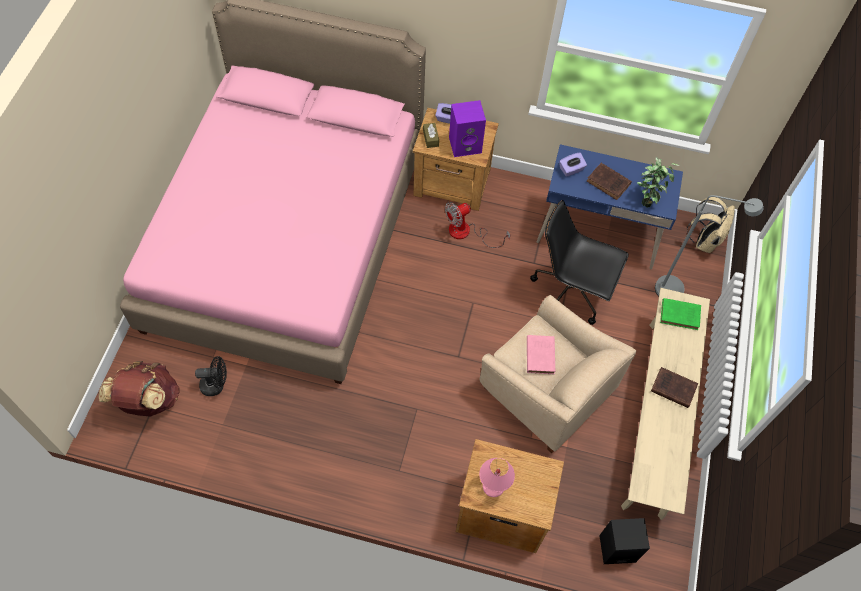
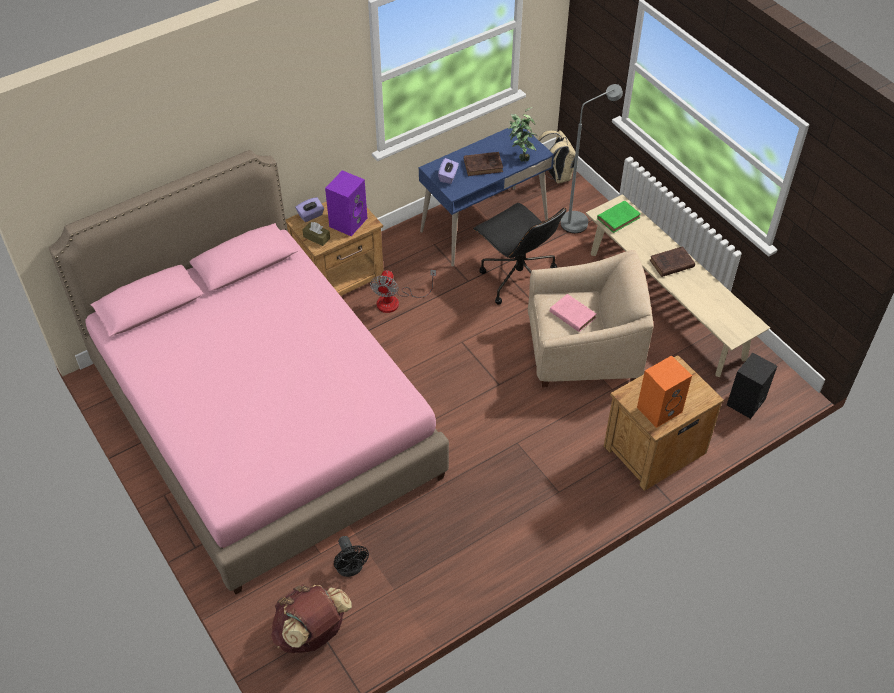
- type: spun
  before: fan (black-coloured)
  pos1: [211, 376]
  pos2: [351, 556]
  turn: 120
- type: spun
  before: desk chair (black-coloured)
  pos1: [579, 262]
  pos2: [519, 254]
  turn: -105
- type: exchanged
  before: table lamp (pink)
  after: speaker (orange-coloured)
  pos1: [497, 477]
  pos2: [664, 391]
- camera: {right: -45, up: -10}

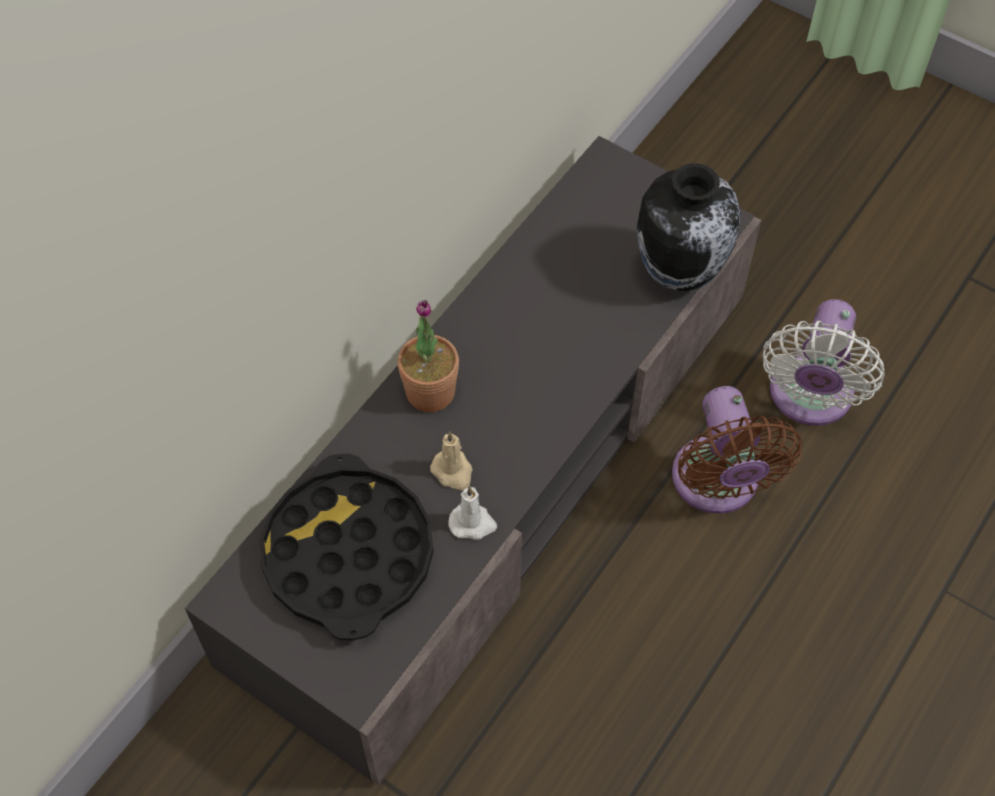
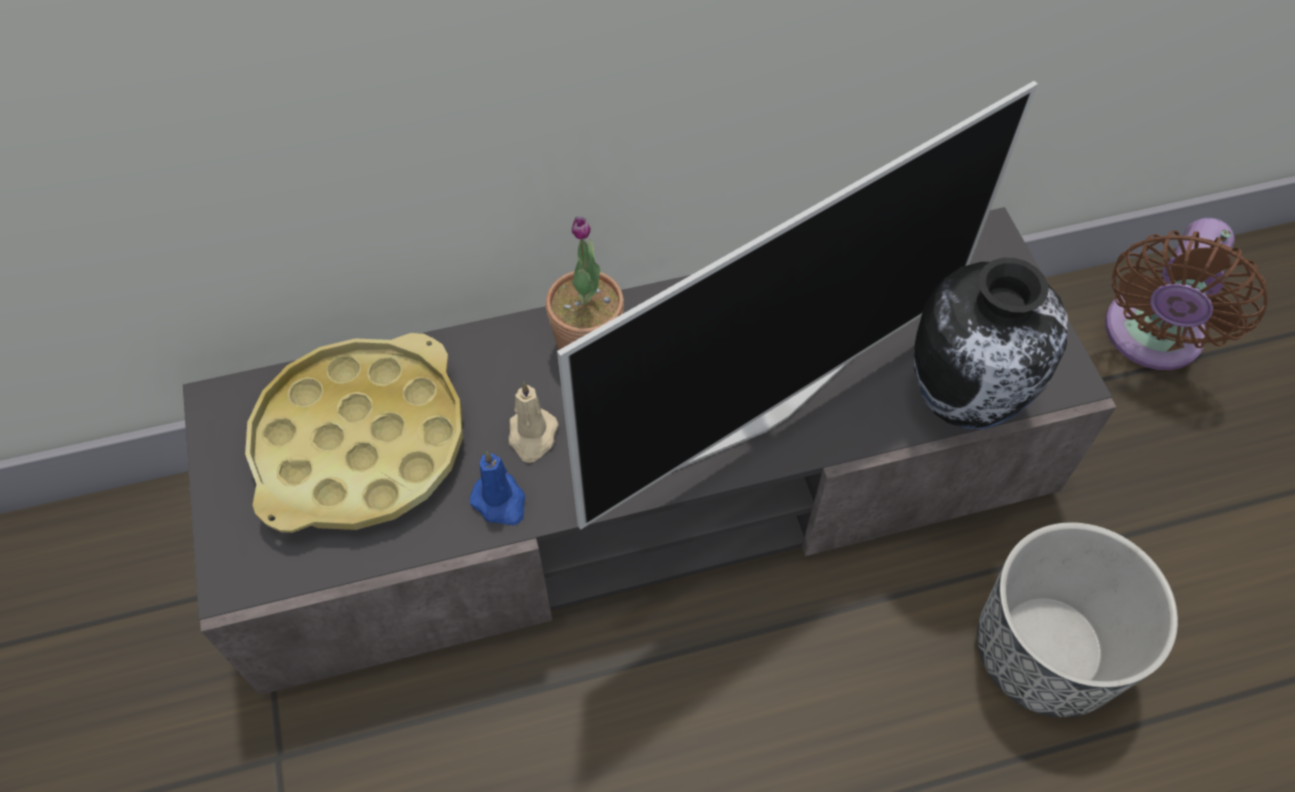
- type: colour
  before: tray (black-coloured)
  after: tray (yellowish)
  pos1: [347, 546]
  pos2: [354, 433]
- type: colour
  before: candle (whitish)
  after: candle (bluish)
  pos1: [472, 513]
  pos2: [498, 488]
- type: appeared
  after: TV set
  pos2: [797, 305]
- type: exchanged
  before: fan (whitish)
  after: plant pot
  pos1: [823, 362]
  pos2: [1077, 619]
- type: relocated
  before: fan (brown)
  pos1: [737, 450]
  pos2: [1186, 294]
- camera: {right: 40, up: 0}

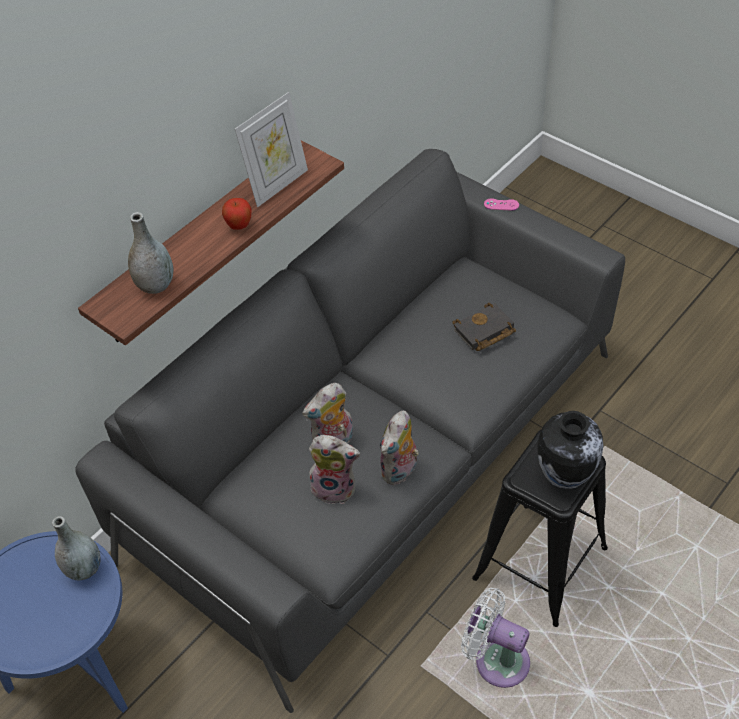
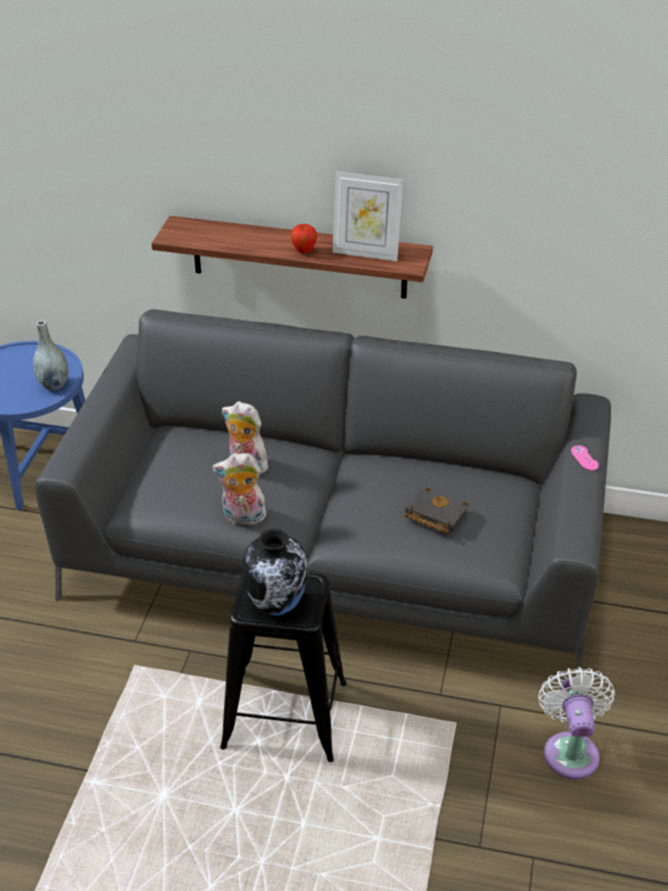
- type: relocated
  before: fan (whitish)
  pos1: [495, 638]
  pos2: [576, 723]
- type: missing
  before: vase (gray)
  pos1: [150, 253]
- type: missing
  before: soft toy
  pos1: [333, 469]
- camera: {right: 60, up: -10}

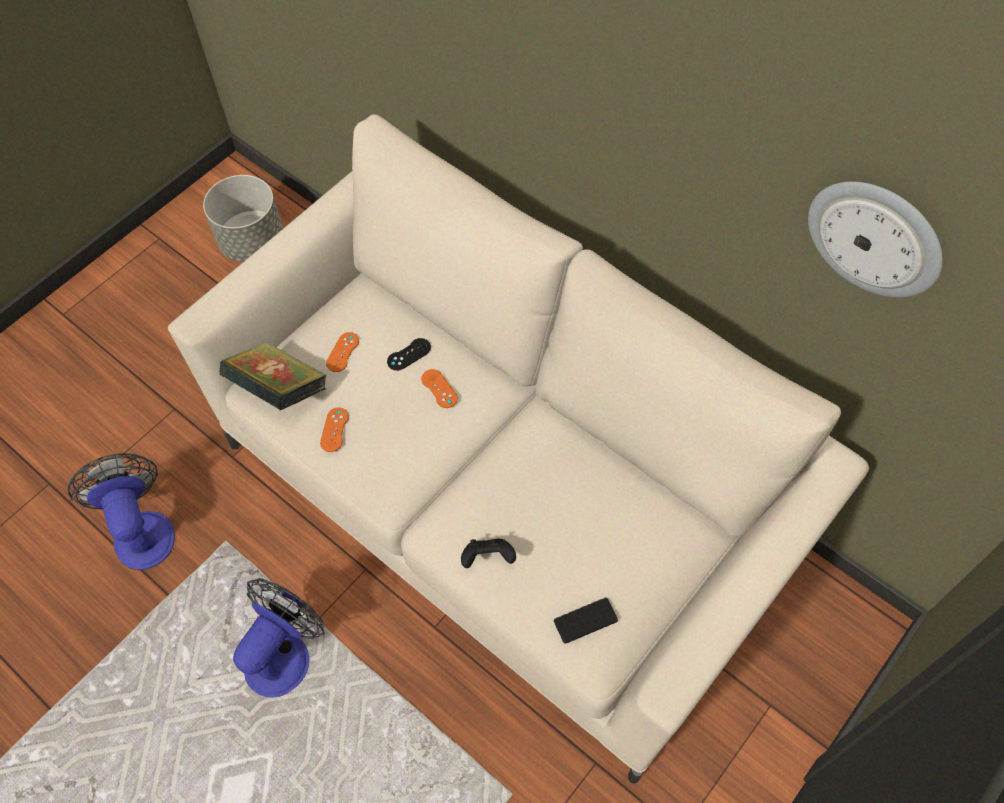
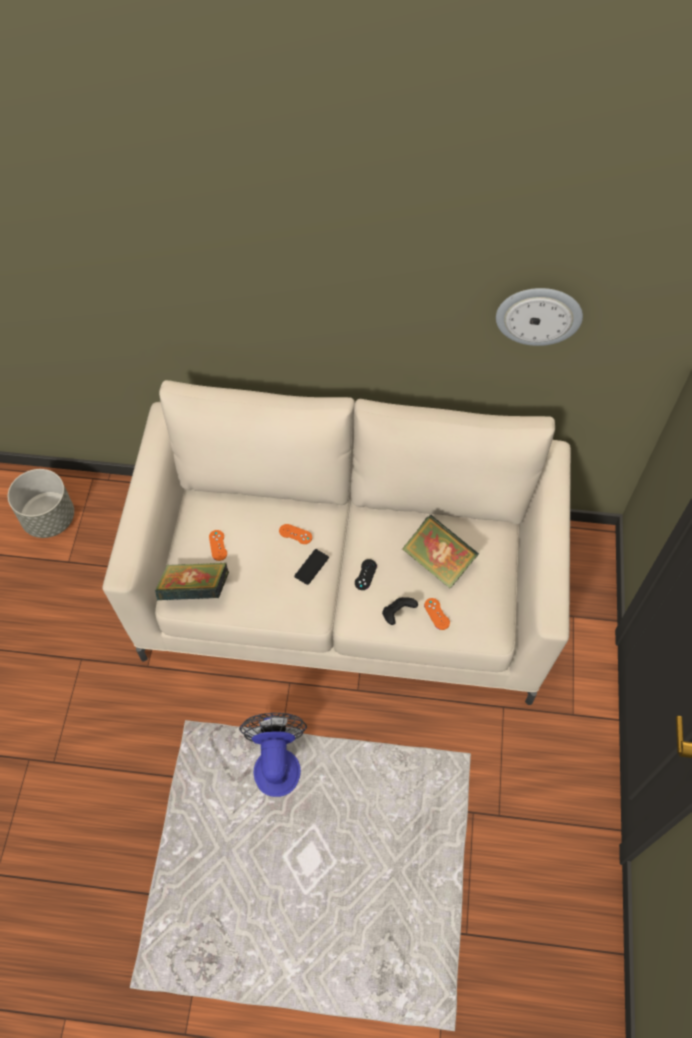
- type: relocated
  before: handset
  pos1: [586, 621]
  pos2: [311, 567]
- type: relocated
  before: gamepad (black-coloured)
  pos1: [409, 354]
  pos2: [366, 574]
- type: appeared
  after: book
  pos2: [440, 551]
- type: relocated
  before: gamepad (orange-coloured)
  pos1: [334, 430]
  pos2: [437, 614]
- type: missing
  before: fan
  pos1: [121, 511]
- camera: {right: -35, up: 0}

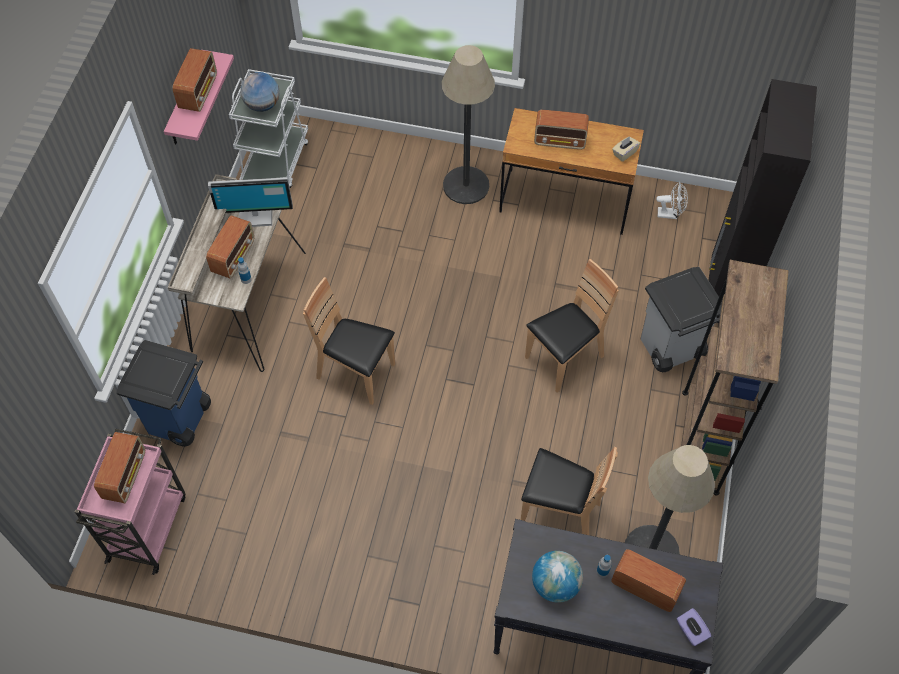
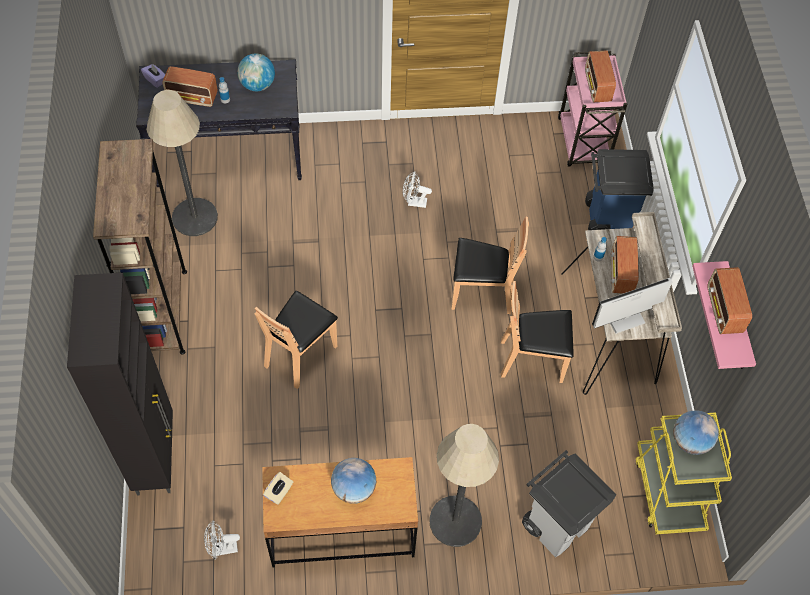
- type: exchanged
  before: radio
  after: desk globe
  pos1: [561, 130]
  pos2: [353, 481]
- type: appeared
  after: fan (whitish)
  pos2: [417, 189]
- type: relocated
  before: chair (brown)
  pos1: [569, 491]
  pos2: [537, 332]
- type: relocated
  before: trash can (gray)
  pos1: [681, 319]
  pos2: [569, 503]
- type: colour
  before: wheeled cart (whitish)
  after: wheeled cart (yellowish)
  pos1: [269, 128]
  pos2: [684, 473]
- camera: {right: 160, up: 0}

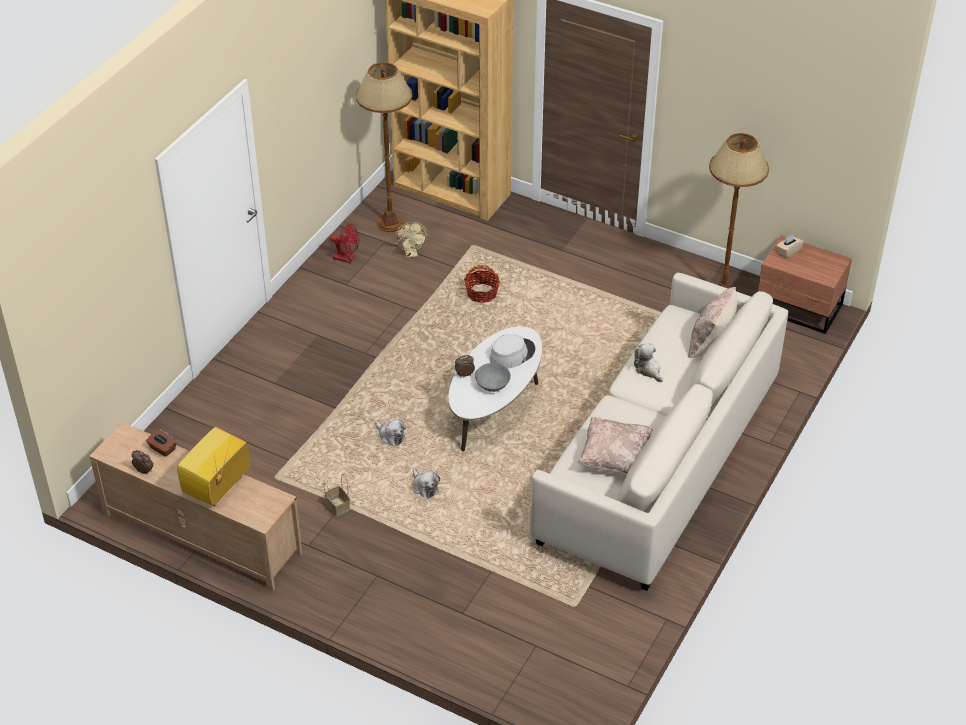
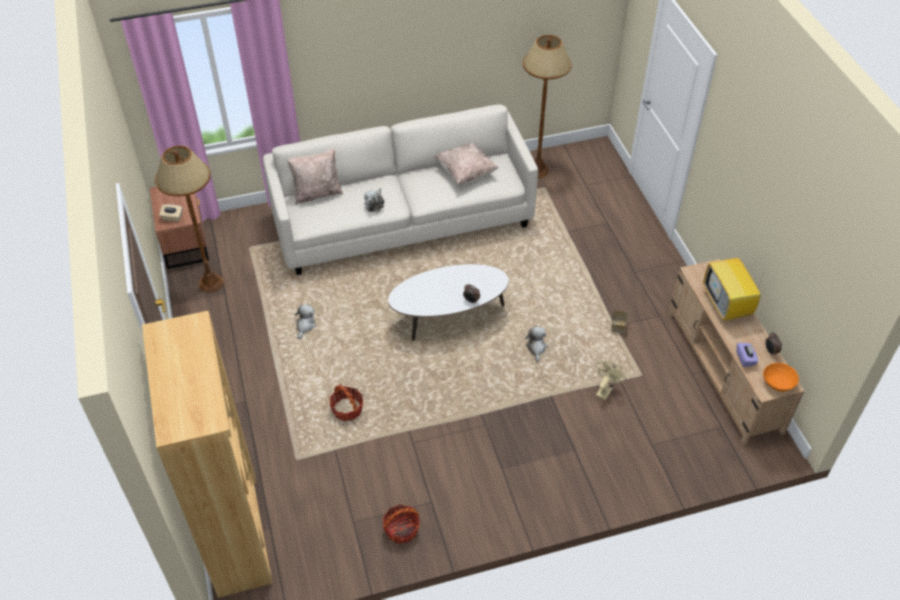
- type: relocated
  before: soft toy
  pos1: [426, 483]
  pos2: [305, 322]
- type: exchanged
  before: fan (red-coloured)
  after: household basket
  pos1: [344, 243]
  pos2: [401, 524]
- type: relocated
  before: floor lamp (brown)
  pos1: [384, 147]
  pos2: [547, 106]
- type: relocated
  before: fan (beige-coloured)
  pos1: [411, 240]
  pos2: [611, 381]
- type: spun
  before: TV set
  pos1: [214, 466]
  pos2: [733, 289]
  turn: 90
- type: colour
  before: tissue box (brown)
  after: tissue box (purplish)
  pos1: [161, 443]
  pos2: [748, 355]
- type: appeared
  after: bowl (orange-coloured)
  pos2: [781, 377]
- type: missing
  before: bowl (gray)
  pos1: [493, 377]
- type: missing
  before: clothing hat (gray)
  pos1: [512, 351]
- camera: {right: -135, up: 5}

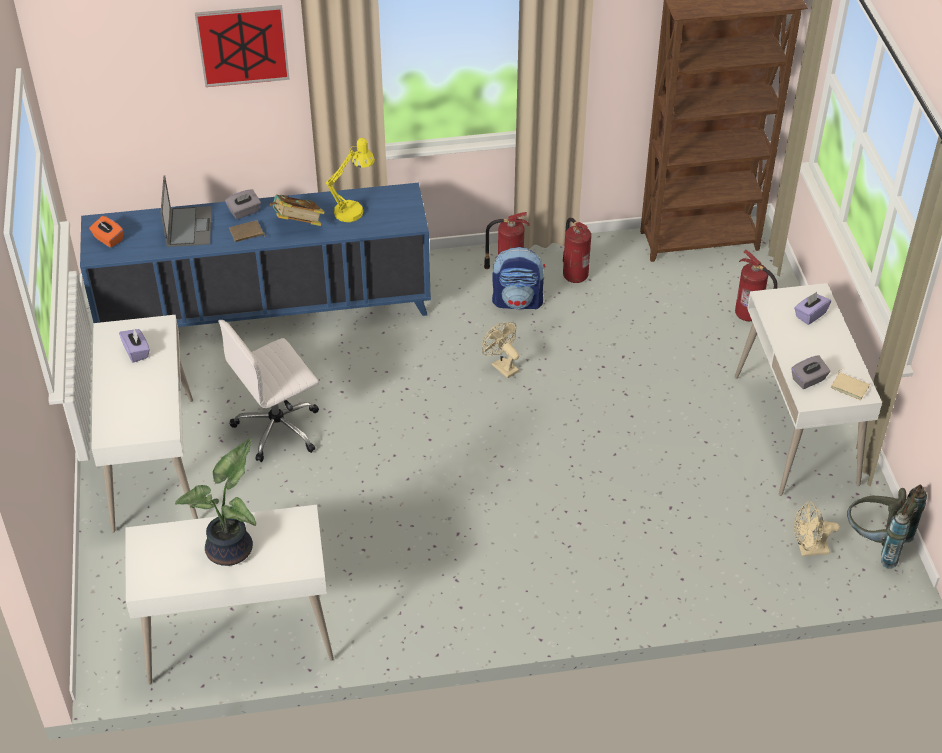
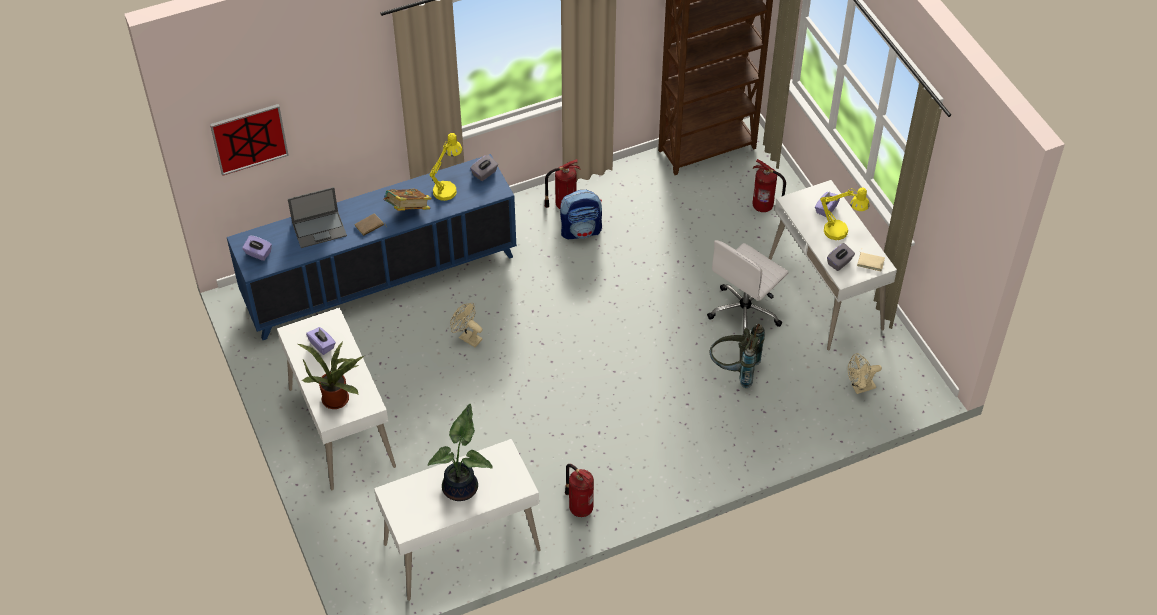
- type: relocated
  before: picture
  pos1: [242, 46]
  pos2: [249, 140]
- type: colour
  before: tissue box (orange-coloured)
  after: tissue box (purplish)
  pos1: [106, 232]
  pos2: [257, 248]
- type: spun
  before: laptop
  pos1: [186, 211]
  pos2: [317, 217]
  turn: 90
- type: appeared
  after: plant in a pot
  pos2: [331, 374]
- type: relocated
  before: fan (beige-coloured)
  pos1: [500, 350]
  pos2: [466, 325]
- type: relocated
  before: tissue box (gray)
  pos1: [243, 204]
  pos2: [484, 168]
- type: relocated
  before: extinguisher
  pos1: [577, 250]
  pos2: [579, 490]
- type: relocated
  before: desk chair (whitish)
  pos1: [268, 391]
  pos2: [747, 287]
- type: relocated
  before: knapsack (gray)
  pos1: [887, 527]
  pos2: [737, 356]
- type: appeared
  after: table lamp (yellowish)
  pos2: [844, 214]
- camera: {right: -15, up: 5}

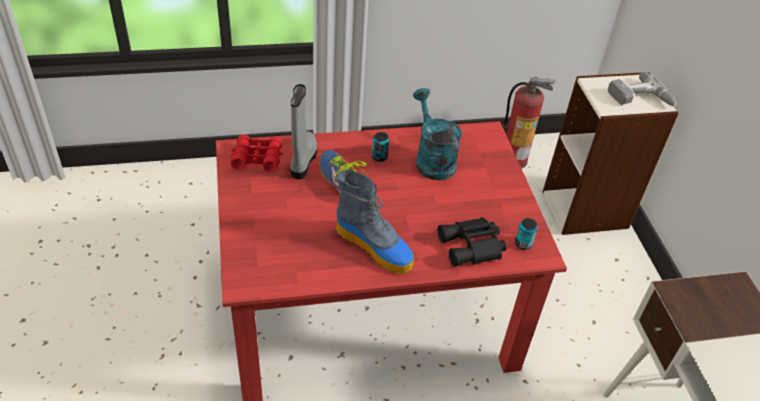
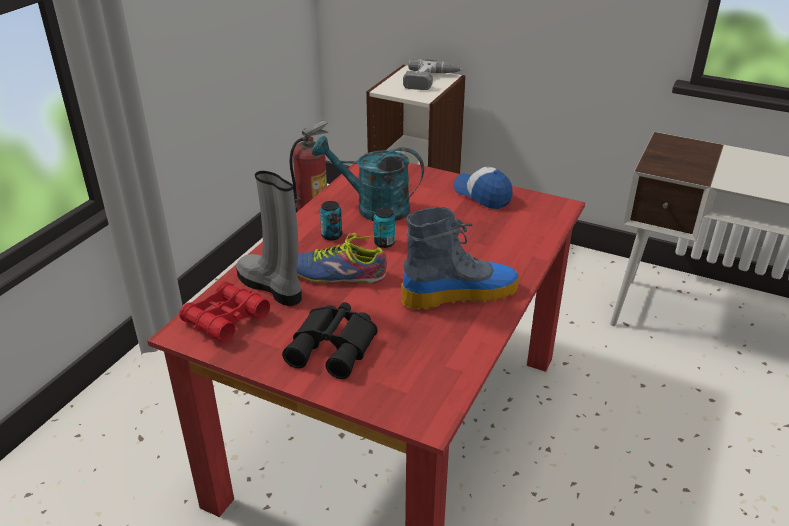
- type: relocated
  before: field glasses (black-coloured)
  pos1: [472, 242]
  pos2: [330, 340]
- type: relocated
  before: metal can
  pos1: [526, 234]
  pos2: [384, 228]
- type: appeared
  after: peaked cap
  pos2: [483, 187]
- camera: {right: -50, up: -10}

